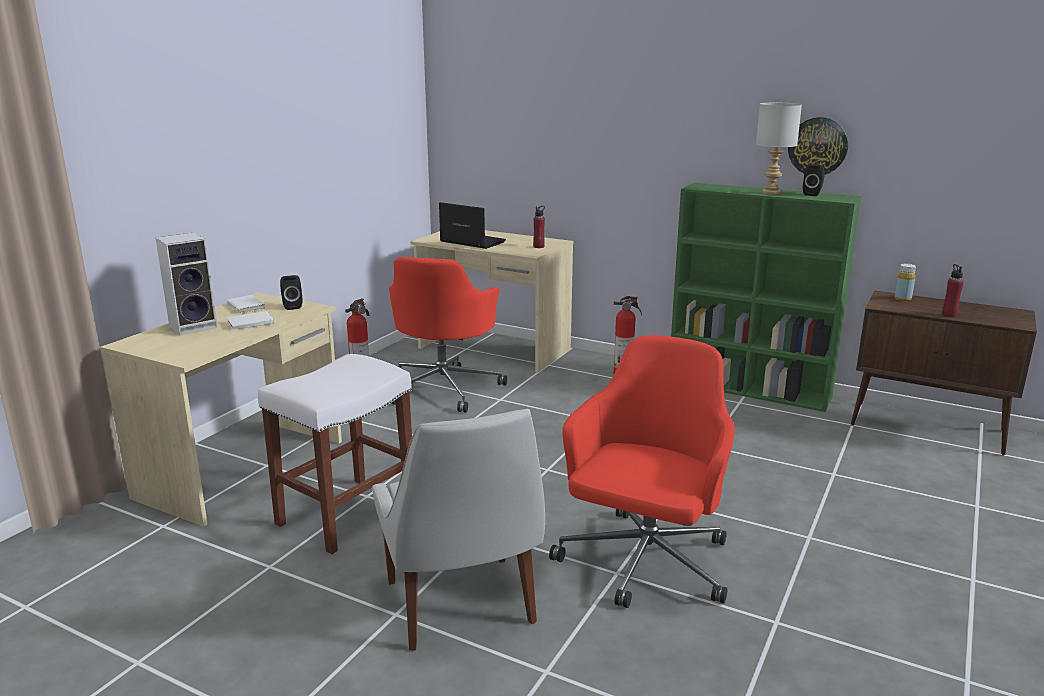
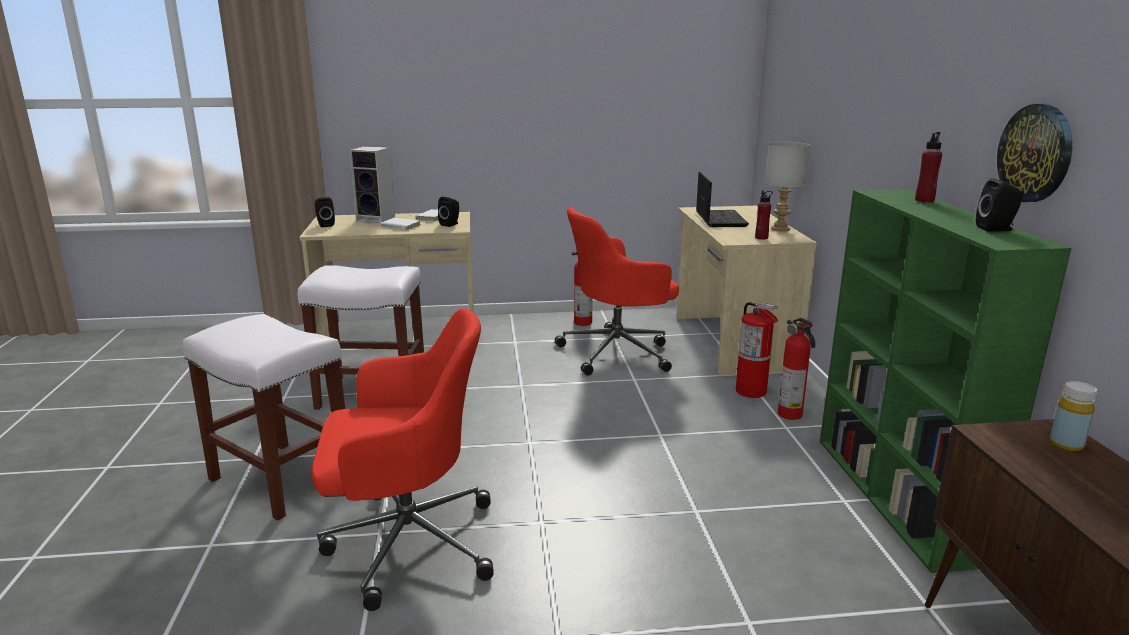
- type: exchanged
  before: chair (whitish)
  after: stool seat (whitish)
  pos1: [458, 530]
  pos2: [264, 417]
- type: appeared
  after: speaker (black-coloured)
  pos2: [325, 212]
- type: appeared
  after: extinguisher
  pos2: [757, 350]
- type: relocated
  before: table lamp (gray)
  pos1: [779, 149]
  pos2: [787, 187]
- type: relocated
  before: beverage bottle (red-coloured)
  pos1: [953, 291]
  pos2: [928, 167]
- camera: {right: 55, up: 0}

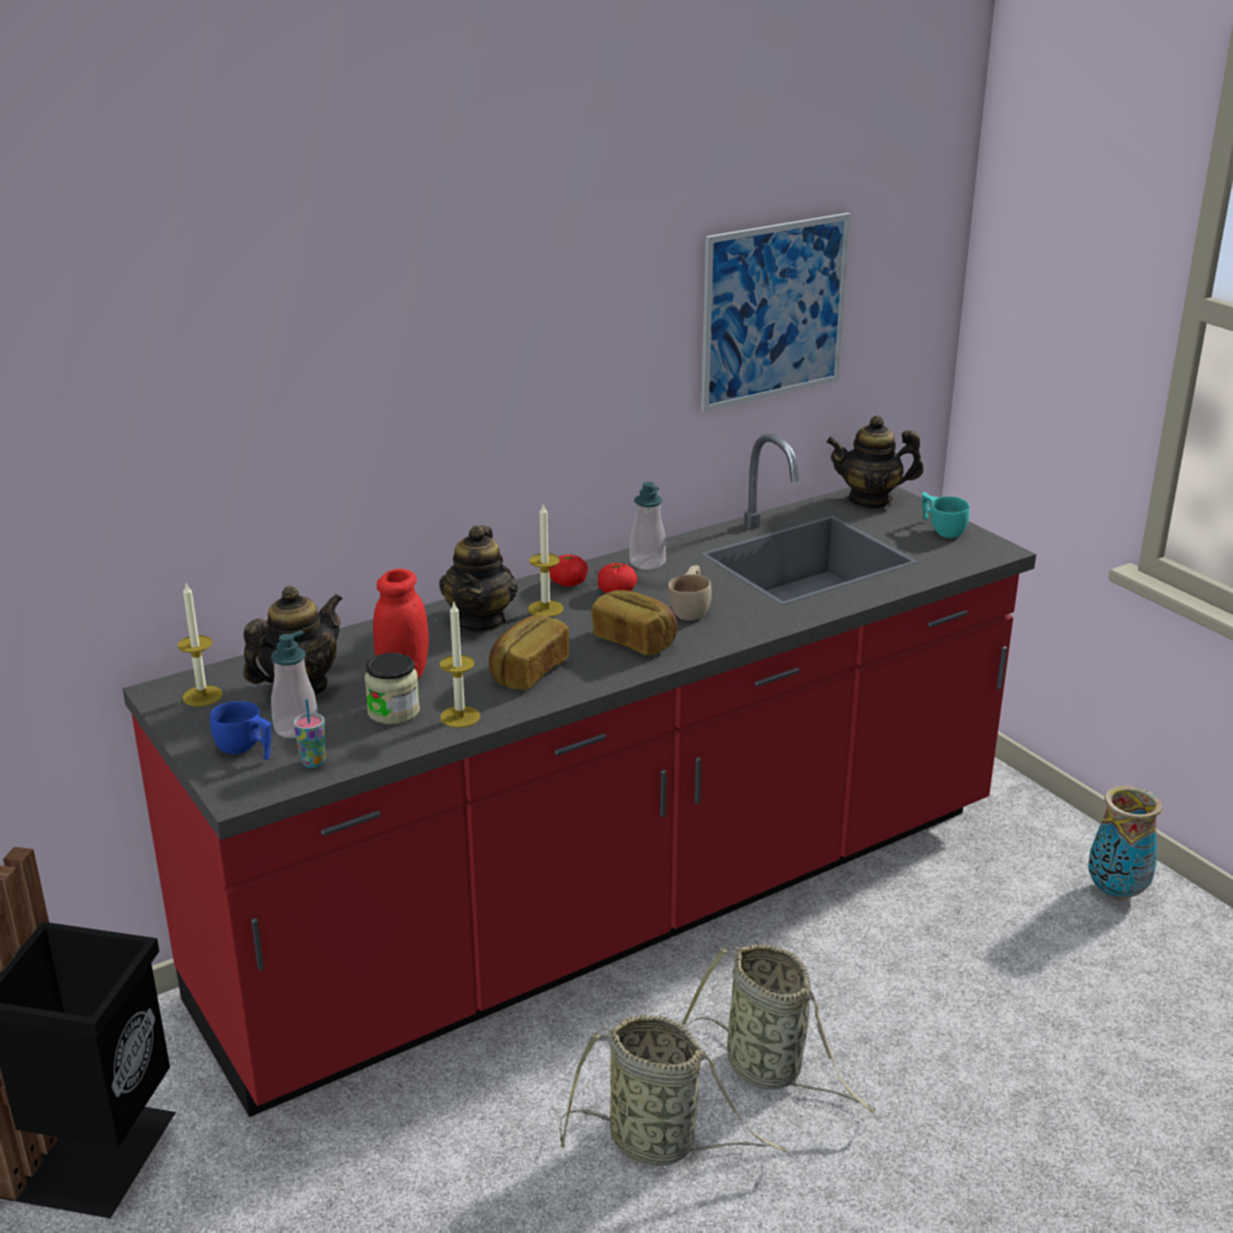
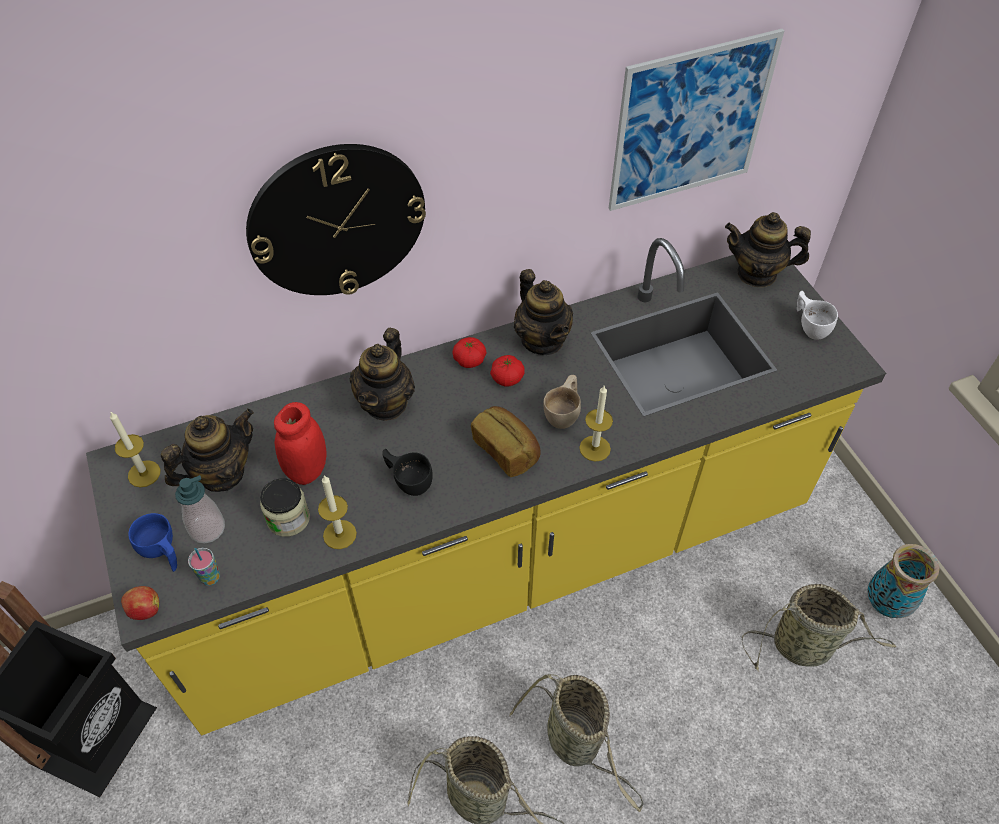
- type: colour
  before: kitchen base unit (red-coloured)
  after: kitchen base unit (yellowish)
  pos1: [579, 775]
  pos2: [486, 486]
- type: appeared
  after: whole apple
  pos2: [140, 603]
- type: appeared
  after: hanging clock
  pos2: [336, 219]
- type: exchanged
  before: baked bread
  after: cup (black-coloured)
  pos1: [529, 652]
  pos2: [407, 472]
- type: exchanged
  before: soap dispenser
  after: tea pot
  pos1: [647, 526]
  pos2: [543, 312]
- type: relocated
  before: candle
  pos1: [546, 560]
  pos2: [596, 424]
- type: appeared
  after: household basket
  pos2: [819, 627]
- type: colour
  before: cup (turquoise)
  after: cup (whitish)
  pos1: [946, 515]
  pos2: [817, 315]
- camera: {right: 10, up: 25}

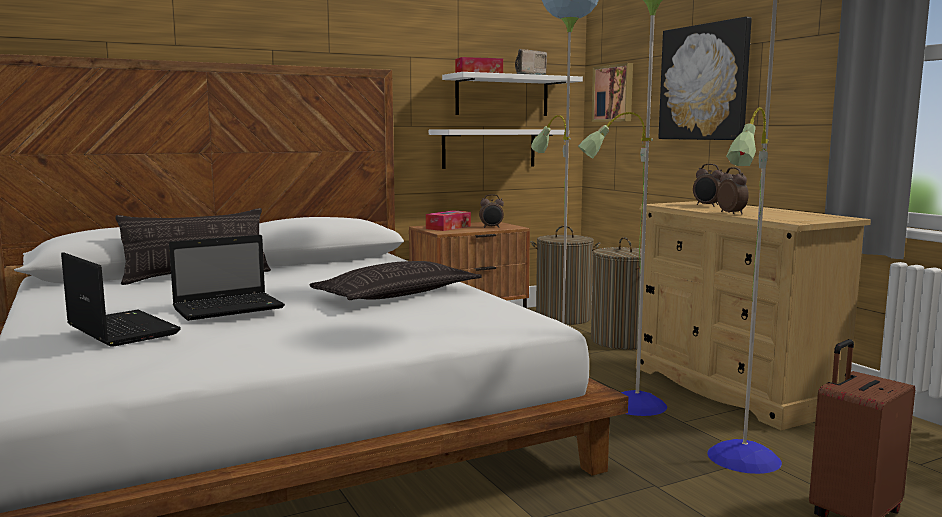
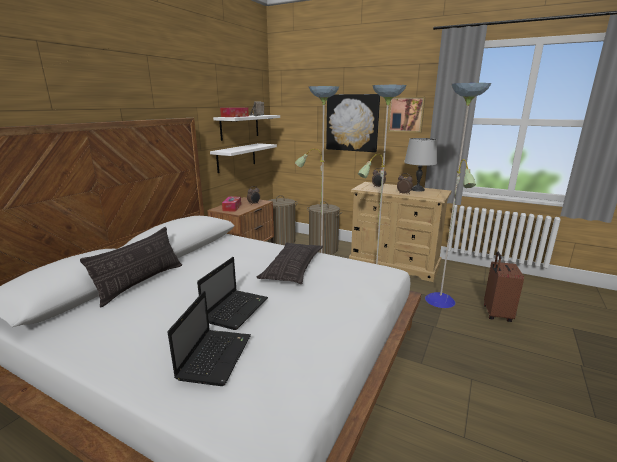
- type: spun
  before: laptop
  pos1: [121, 299]
  pos2: [209, 338]
  turn: 90
- type: relocated
  before: picture
  pos1: [612, 92]
  pos2: [406, 115]
- type: appeared
  after: table lamp (gray)
  pos2: [420, 165]
- camera: {right: -35, up: 10}

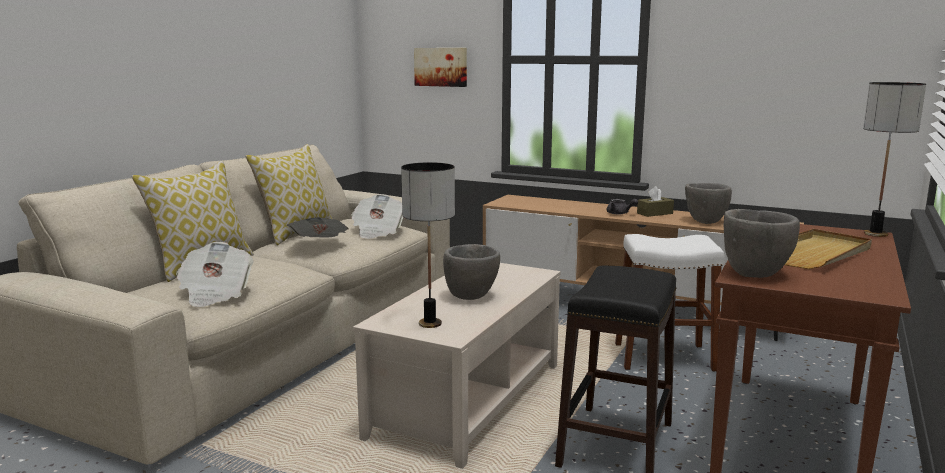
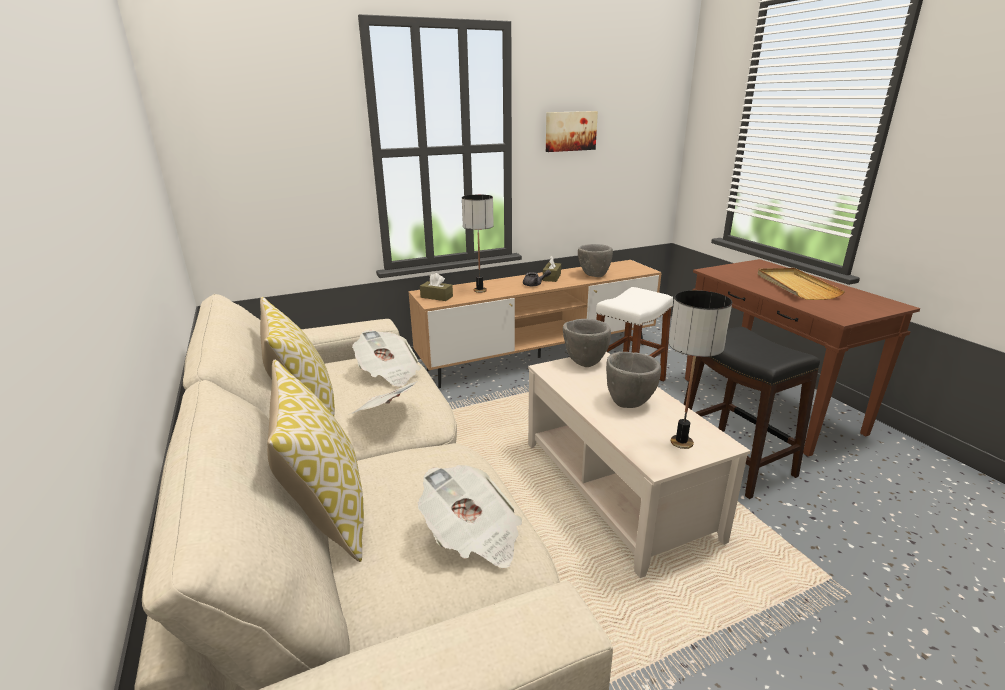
- type: appeared
  after: tissue box (brown)
  pos2: [436, 287]
- type: relocated
  before: table lamp
  pos1: [894, 159]
  pos2: [478, 244]
- type: relocated
  before: picture
  pos1: [440, 67]
  pos2: [572, 131]
- type: relocated
  before: bowl (gray)
  pos1: [762, 243]
  pos2: [587, 343]
- camera: {right: -50, up: 10}

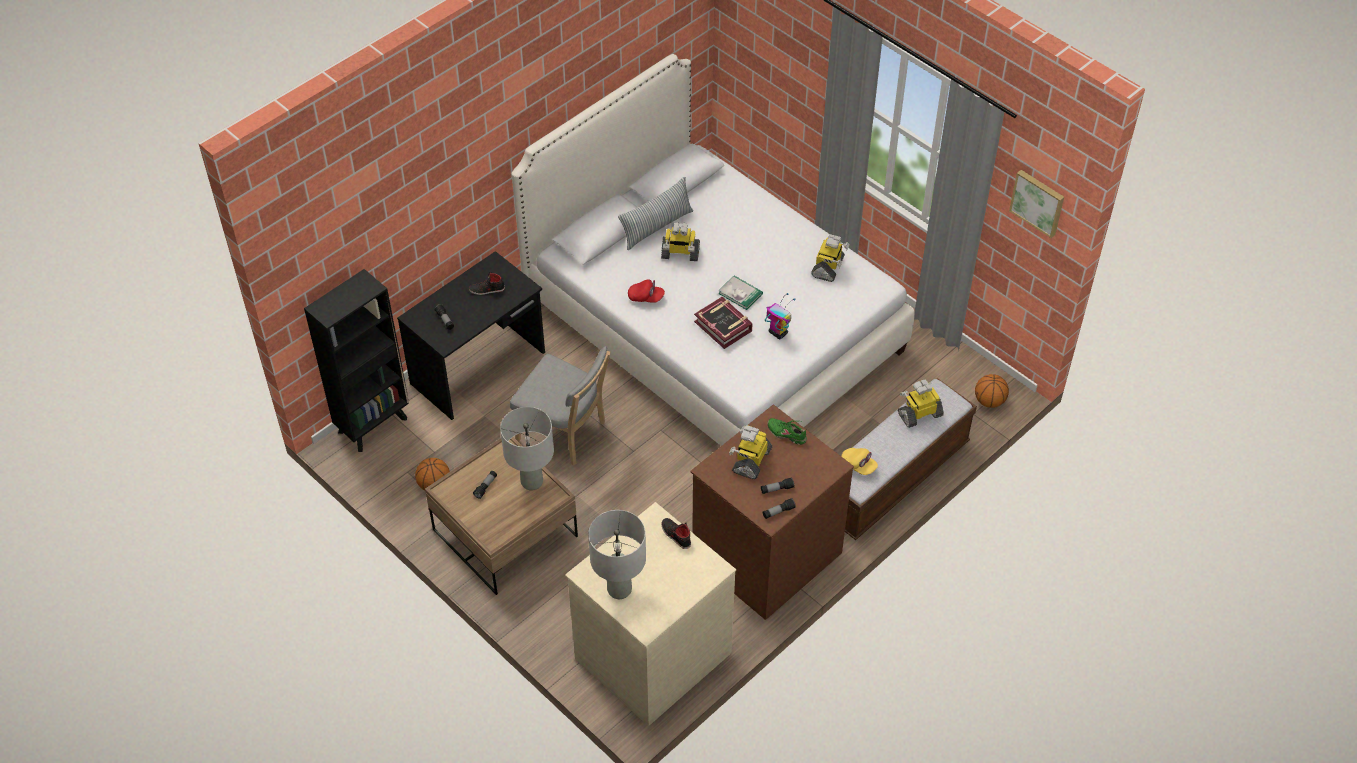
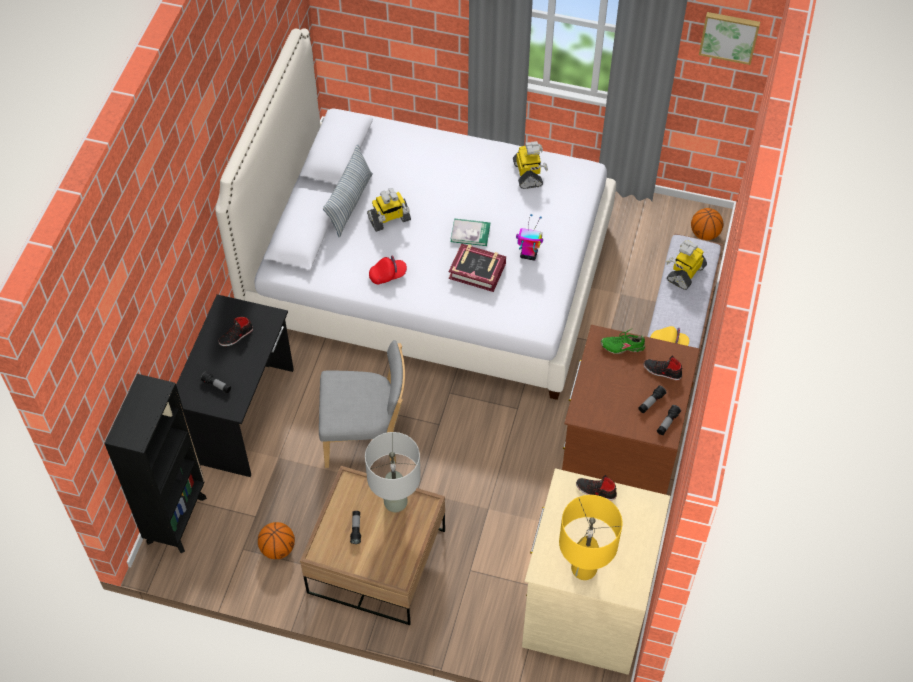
- type: colour
  before: table lamp (gray)
  after: table lamp (yellowish)
  pos1: [617, 554]
  pos2: [590, 537]
- type: appeared
  after: item of footwear (black-coloured)
  pos2: [663, 368]
- type: missing
  before: robot figure
  pos1: [750, 452]
- camera: {right: -30, up: 5}

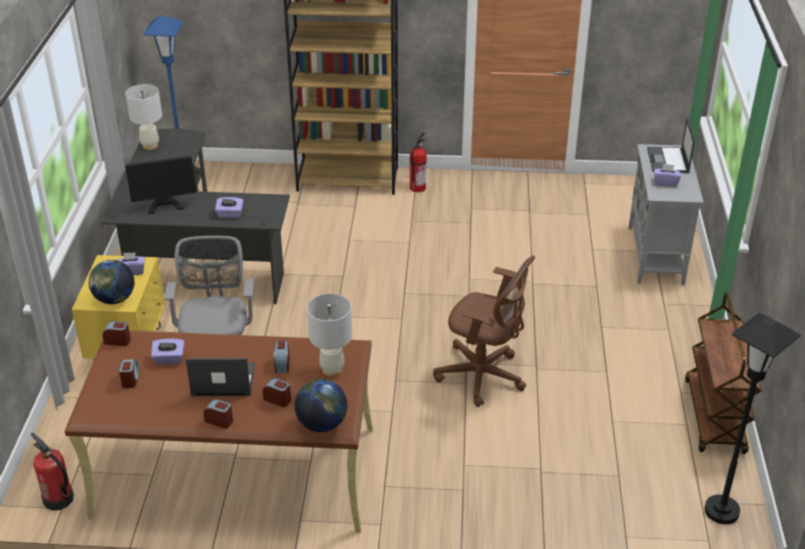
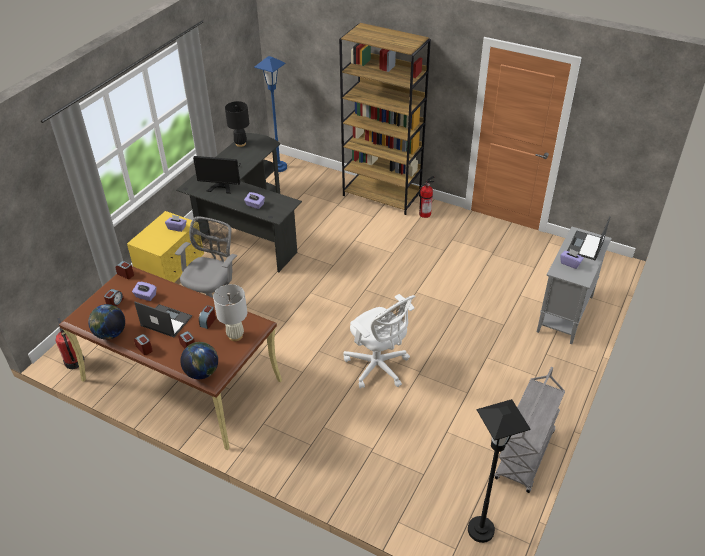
- type: relocated
  before: desk globe
  pos1: [111, 282]
  pos2: [106, 322]
- type: colour
  before: table lamp (whitish)
  after: table lamp (black-coloured)
  pos1: [143, 117]
  pos2: [237, 124]
- type: colour
  before: desk chair (brown)
  after: desk chair (whitish)
  pos1: [484, 331]
  pos2: [379, 341]
- type: colour
  before: wheeled cart (brown)
  after: wheeled cart (gray)
  pos1: [723, 373]
  pos2: [529, 430]
- camera: {right: 25, up: 5}

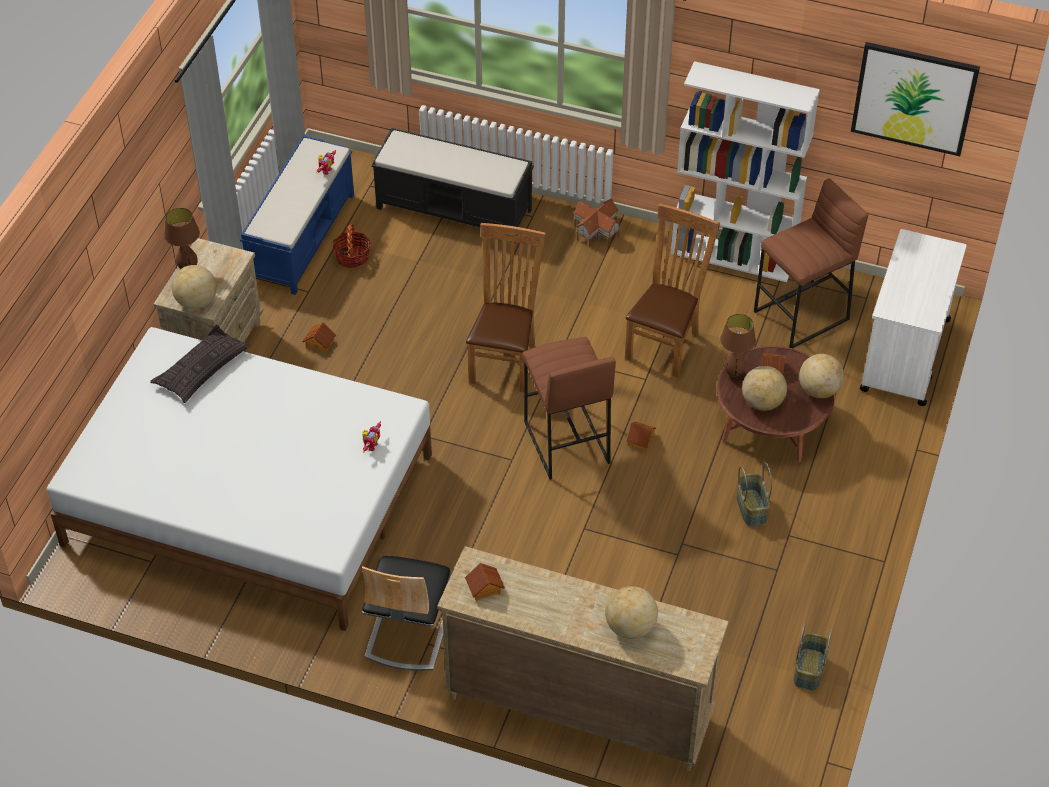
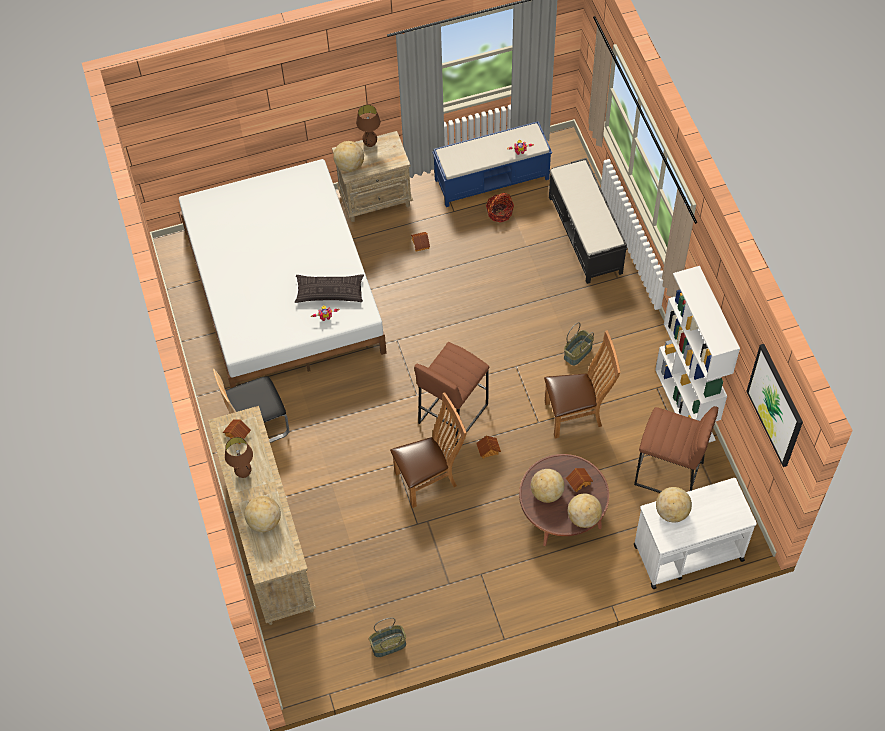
- type: relocated
  before: table lamp (brown)
  pos1: [738, 345]
  pos2: [239, 457]
- type: relocated
  before: throw pillow
  pos1: [200, 364]
  pos2: [329, 288]
- type: relocated
  before: chair (brown)
  pos1: [506, 307]
  pos2: [428, 450]
- type: relocated
  before: household basket
  pos1: [754, 494]
  pos2: [579, 344]
- type: appeared
  after: desk globe
  pos2: [674, 505]
- type: missing
  before: model house
  pos1: [597, 223]
- camera: {right: 55, up: 10}

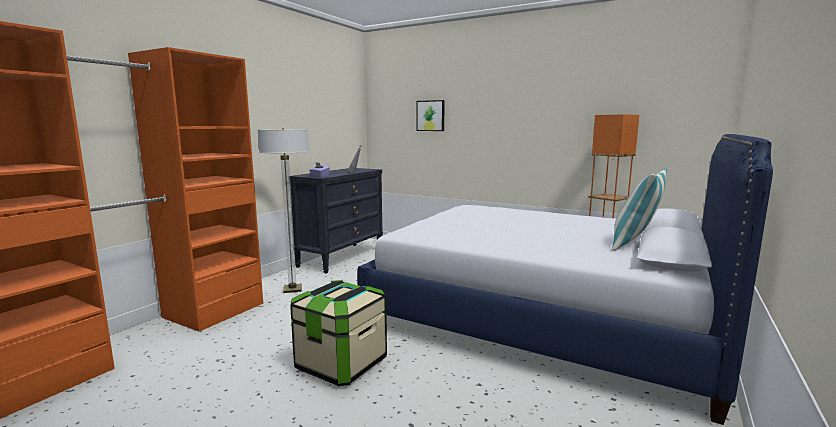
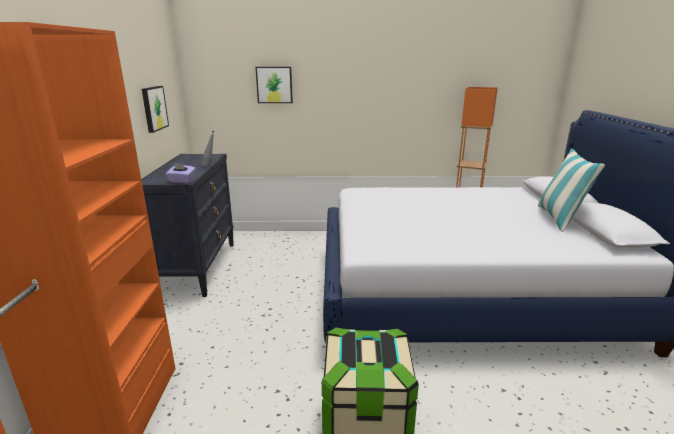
- type: appeared
  after: picture
  pos2: [155, 109]
- type: missing
  before: floor lamp
  pos1: [283, 210]
- camera: {right: -30, up: 10}

